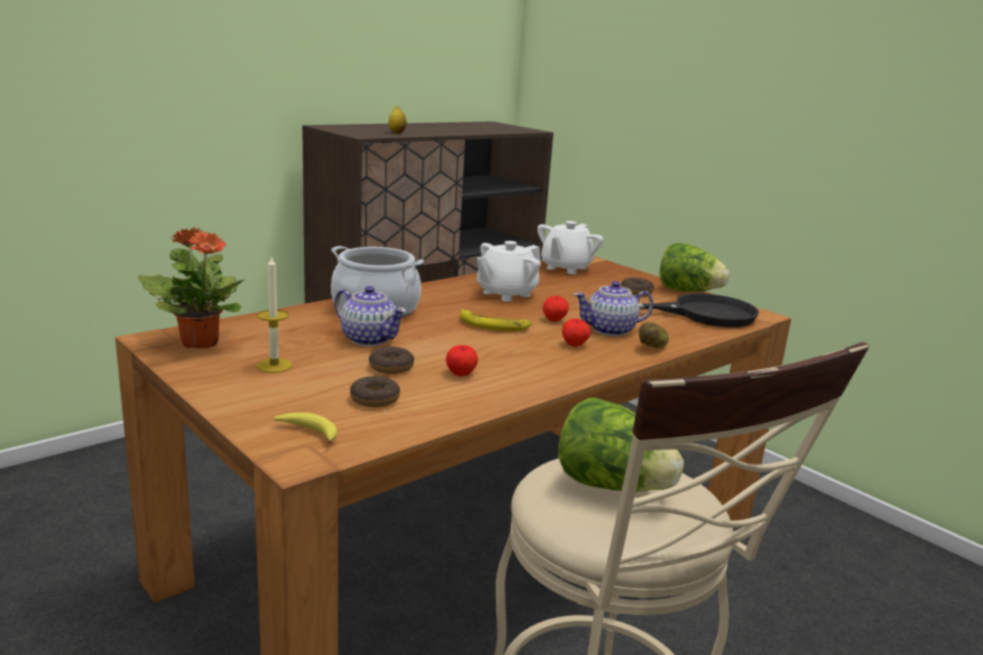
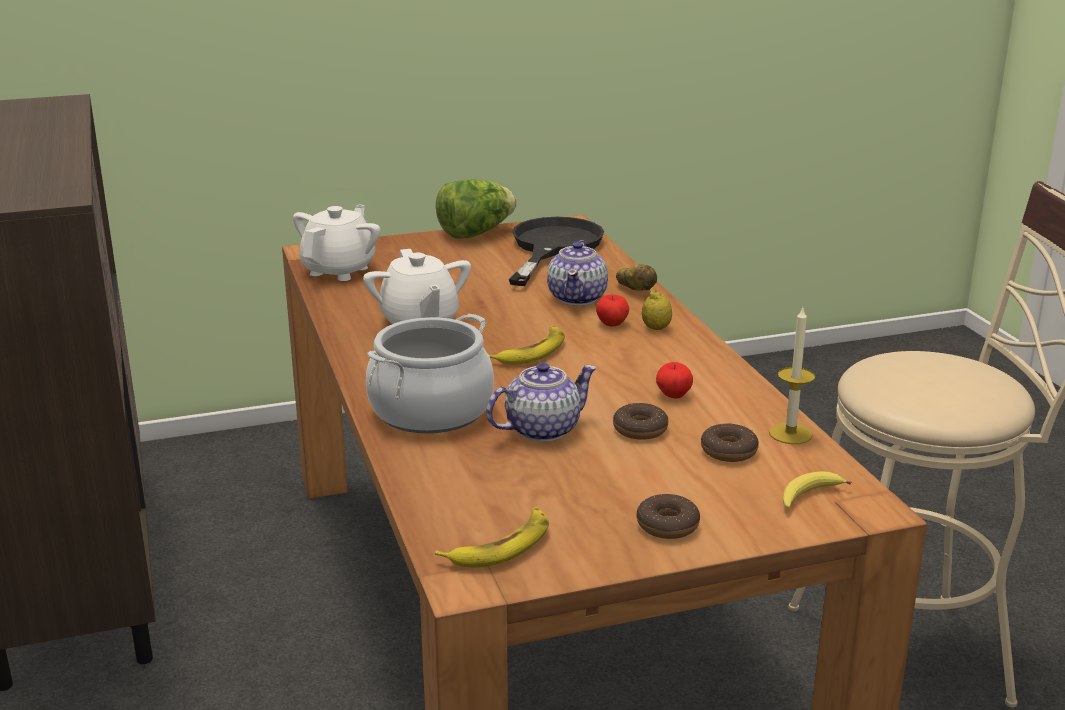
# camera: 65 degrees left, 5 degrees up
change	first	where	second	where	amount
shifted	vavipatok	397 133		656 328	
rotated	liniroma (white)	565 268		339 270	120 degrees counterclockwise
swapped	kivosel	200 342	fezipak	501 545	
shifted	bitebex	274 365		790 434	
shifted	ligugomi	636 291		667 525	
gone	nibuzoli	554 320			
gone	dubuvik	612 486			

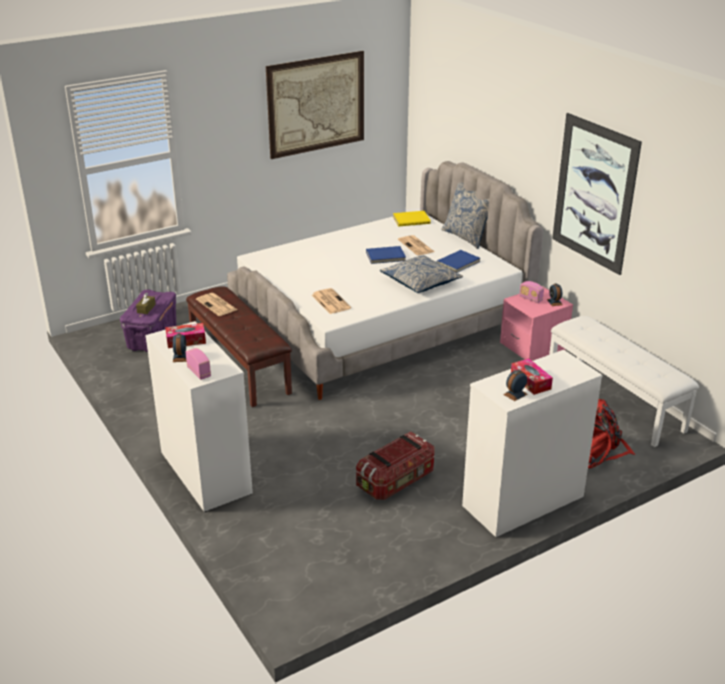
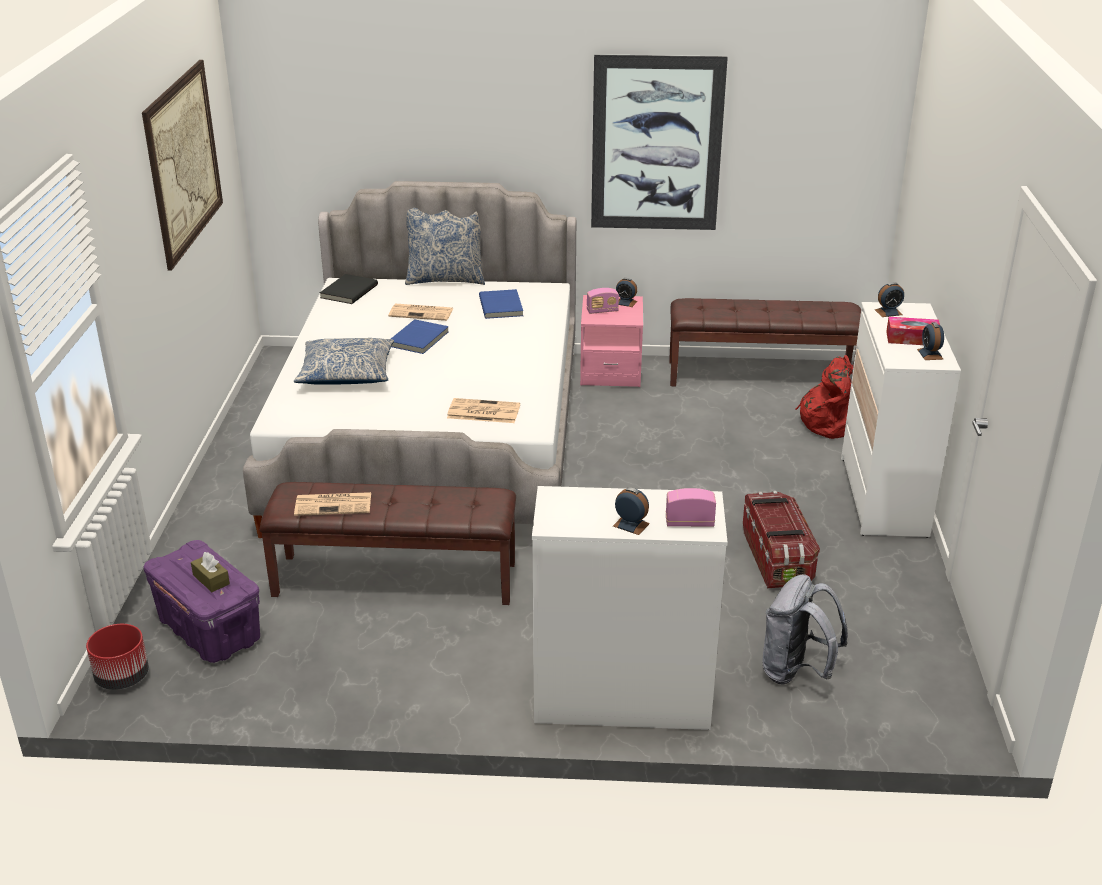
# camera: 55 degrees left, 0 degrees up
change	first	where	second	where	amount
repainted	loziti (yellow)	411 220	loziti (black)	348 291	
shifted	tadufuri	420 282		346 373	
repainted	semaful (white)	615 401	semaful (brown)	761 375	
gone	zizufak	186 341			
new			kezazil	888 312	
new			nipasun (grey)	796 672	
new			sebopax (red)	123 677	

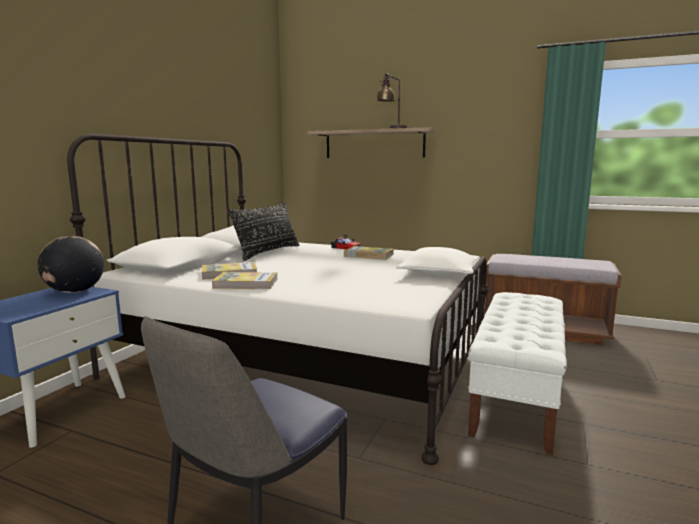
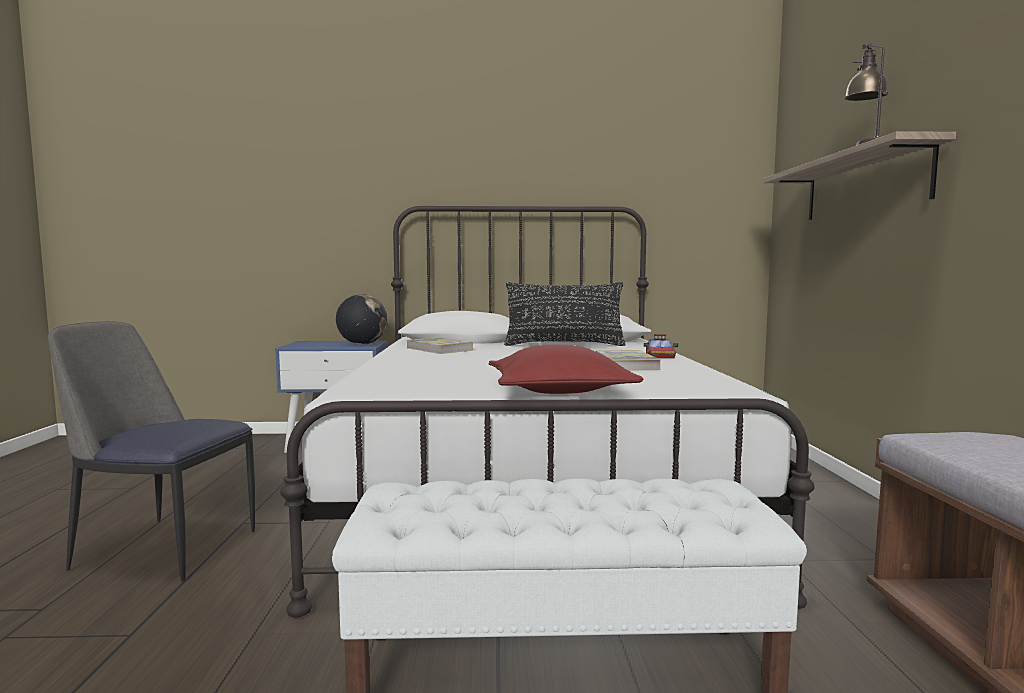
# camera: 65 degrees right, 5 degrees down
change	first	where	second	where	amount
repainted	tadufuri (white)	439 273	tadufuri (red)	559 391	
gone	loziti	246 284			

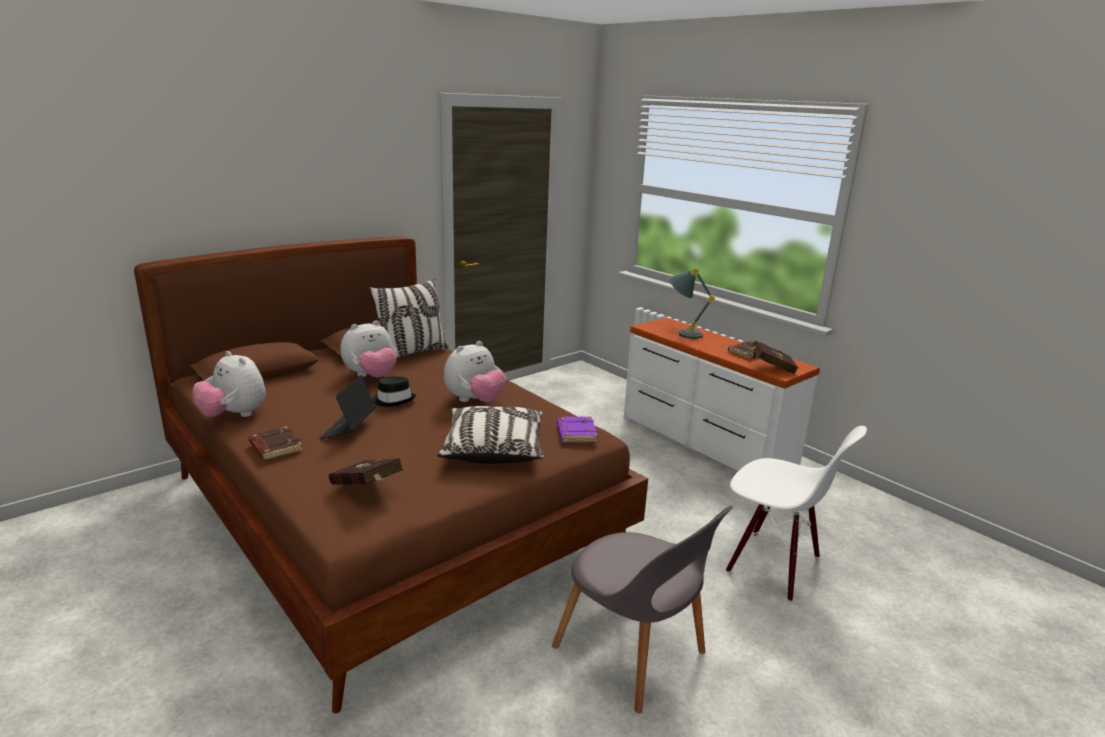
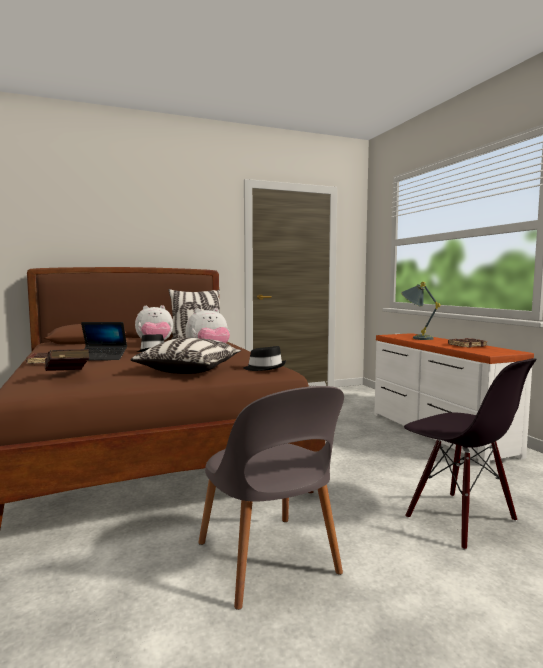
# camera: 20 degrees right, 15 degrees down
change	first	where	second	where	amount
gone	loziti (red)	770 368			
gone	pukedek	234 415			
rotated	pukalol	348 429		102 358	120 degrees counterclockwise
swapped	loziti (purple)	575 433	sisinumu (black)	265 368	
repainted	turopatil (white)	773 565	turopatil (black)	460 519	

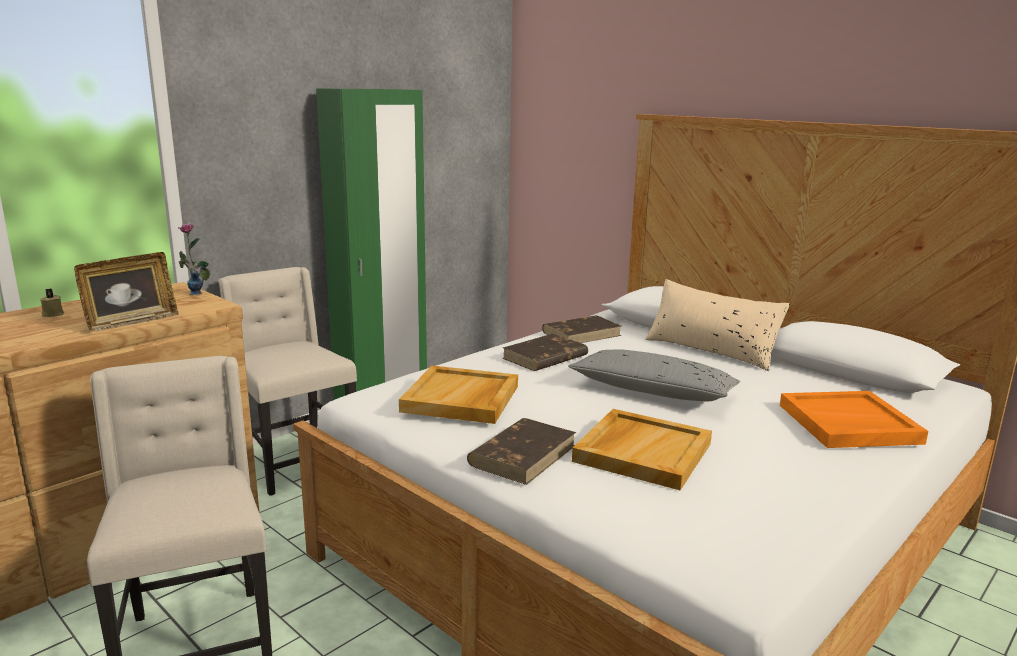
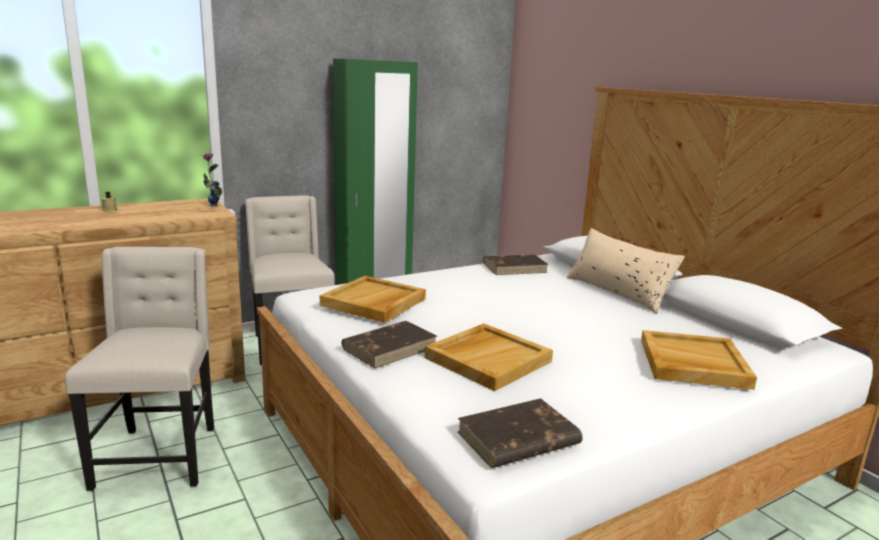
# camera: 15 degrees right, 0 degrees up
change	first	where	second	where	amount
gone	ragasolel	131 322			
shifted	loziti (brown)	544 357		517 439	
gone	tadufuri (grey)	653 392			
repainted	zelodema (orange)	848 424	zelodema (beige)	692 363	

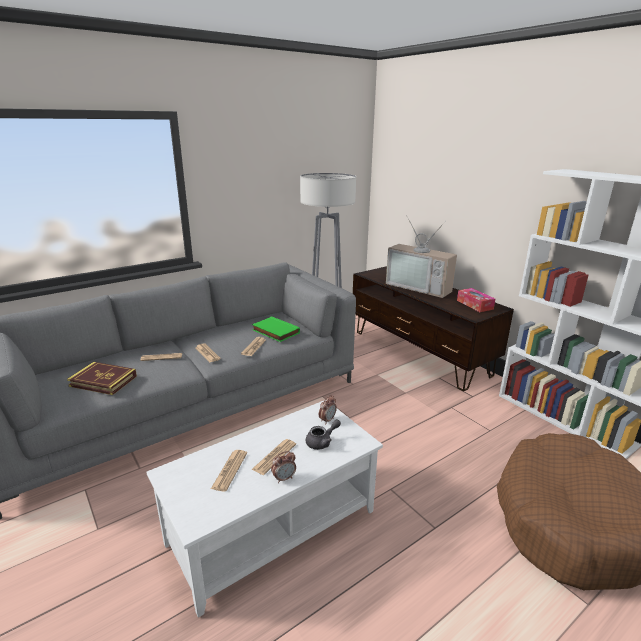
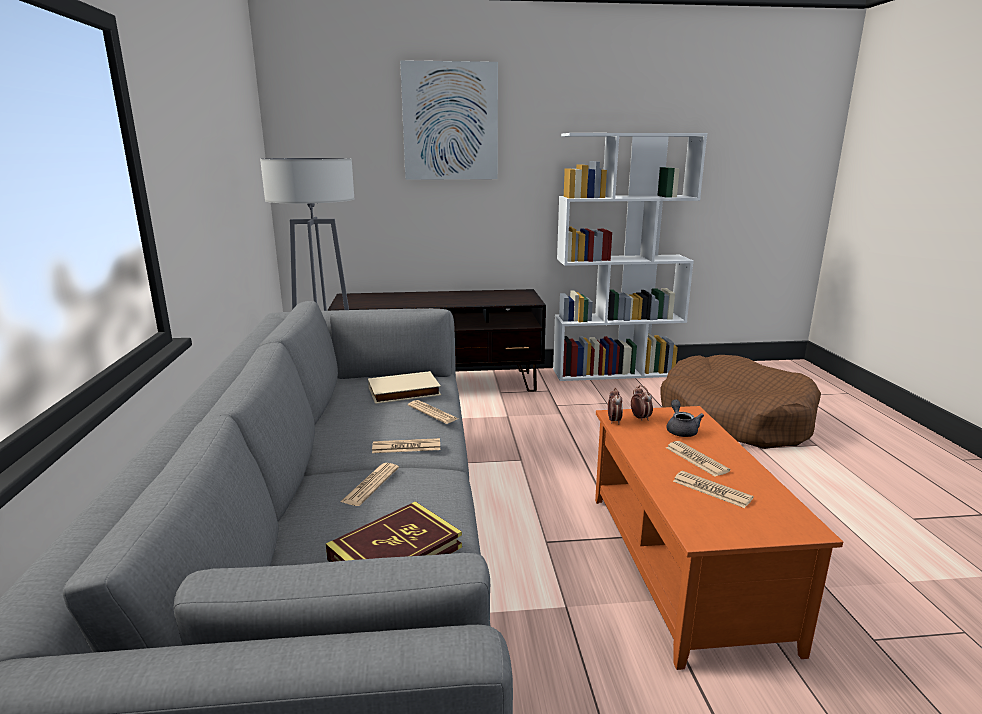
# camera: 60 degrees left, 5 degrees down
change	first	where	second	where	amount
gone	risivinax	420 287			
gone	zizufak	474 305			
repainted	loziti (green)	274 332	loziti (beige)	404 392	
repainted	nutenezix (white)	272 526	nutenezix (orange)	680 565	
shifted	kezazil	284 478		614 421	
new			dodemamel	450 122	

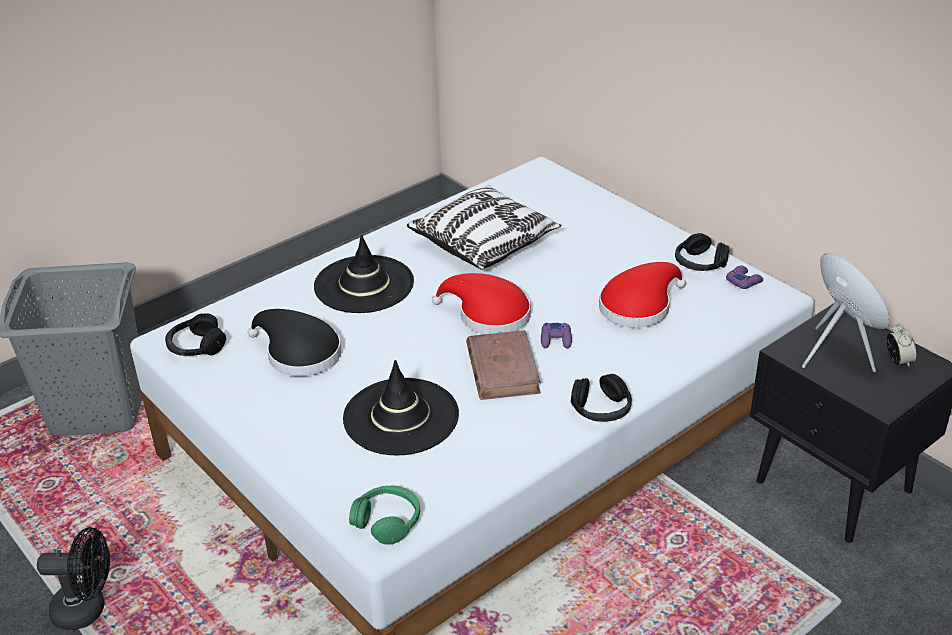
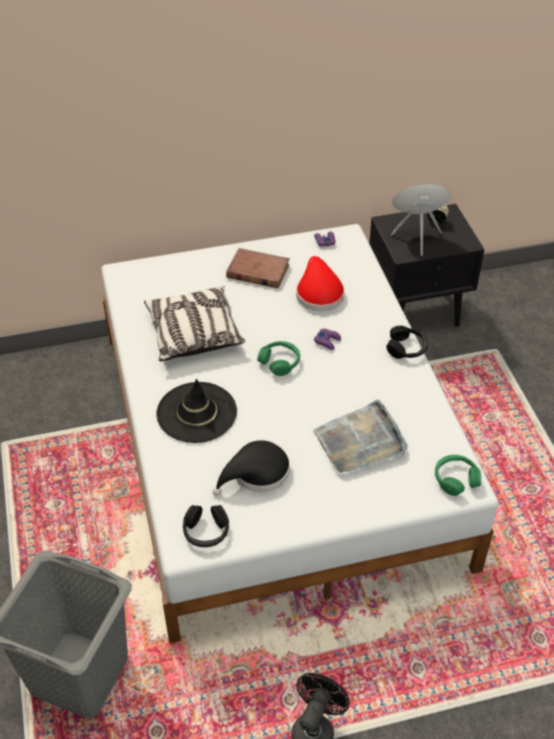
# camera: 65 degrees left, 10 degrees up
change	first	where	second	where	amount
gone	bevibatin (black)	700 263			
swapped	sisinumu (red)	488 315	bevibatin (green)	280 362	
shifted	loziti (brown)	502 369		257 271	
swapped	sisinumu (black)	401 417	zelodema (grey)	360 441	

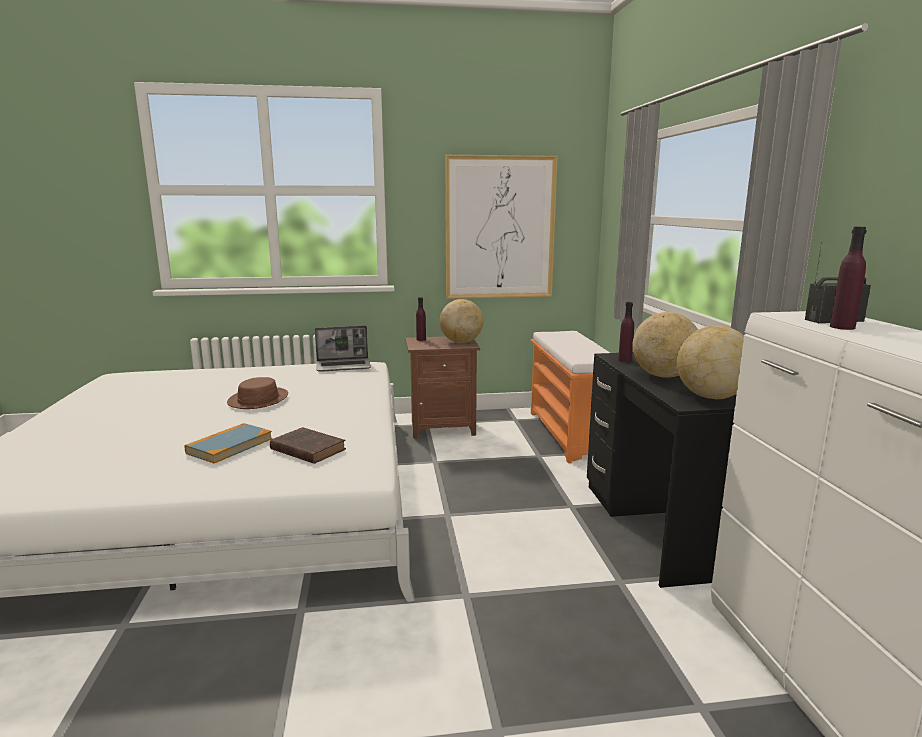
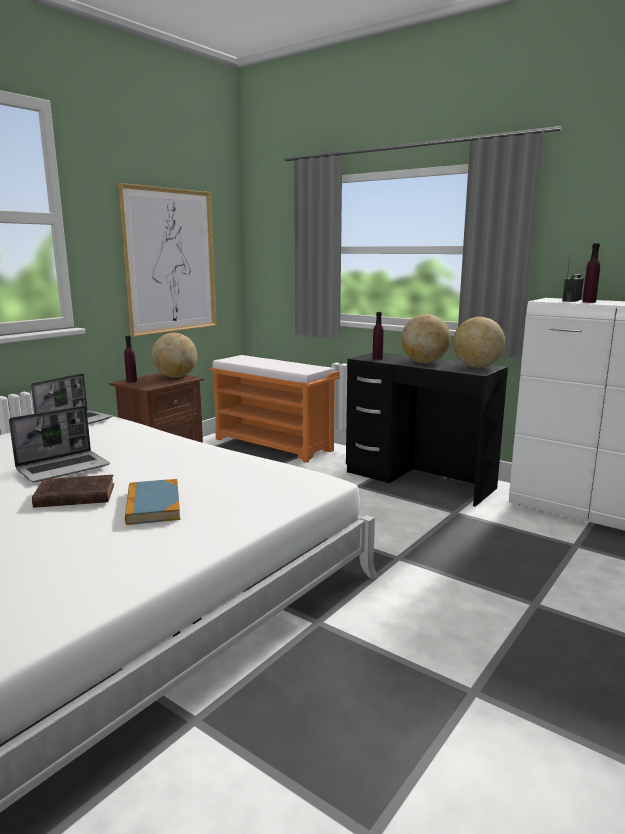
# camera: 45 degrees left, 0 degrees up
change	first	where	second	where	amount
swapped	sisinumu (brown)	258 399	pukalol	64 468	
shifted	loziti (brown)	306 449		73 496	

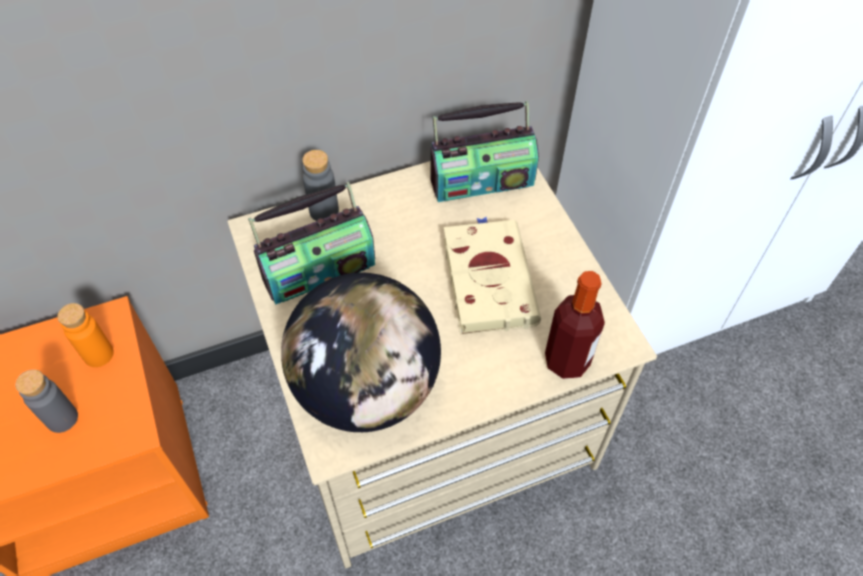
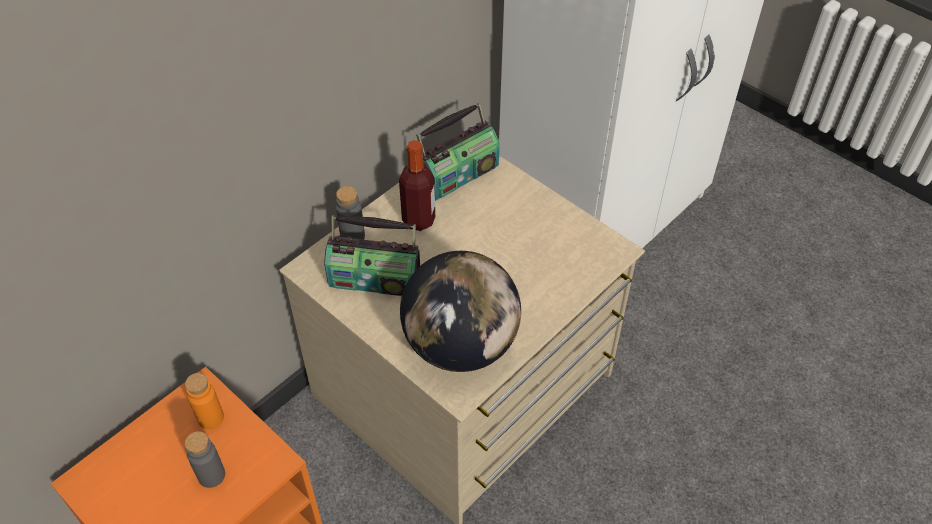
# camera: 25 degrees left, 5 degrees down
change	first	where	second	where	amount
rotated	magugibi	318 270		375 279	60 degrees clockwise
gone	loziti (beige)	487 278			
shifted	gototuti	567 361		418 220	

